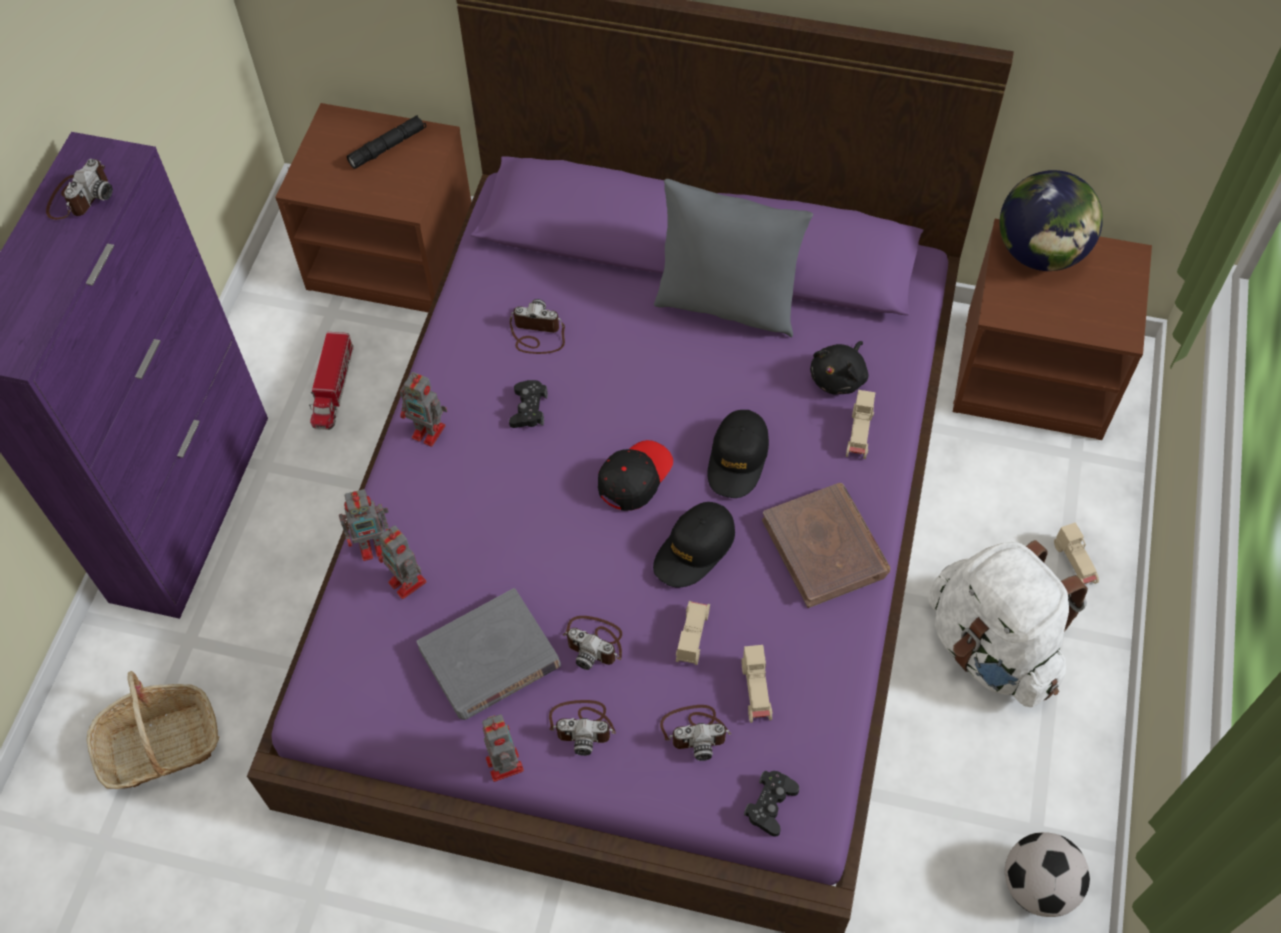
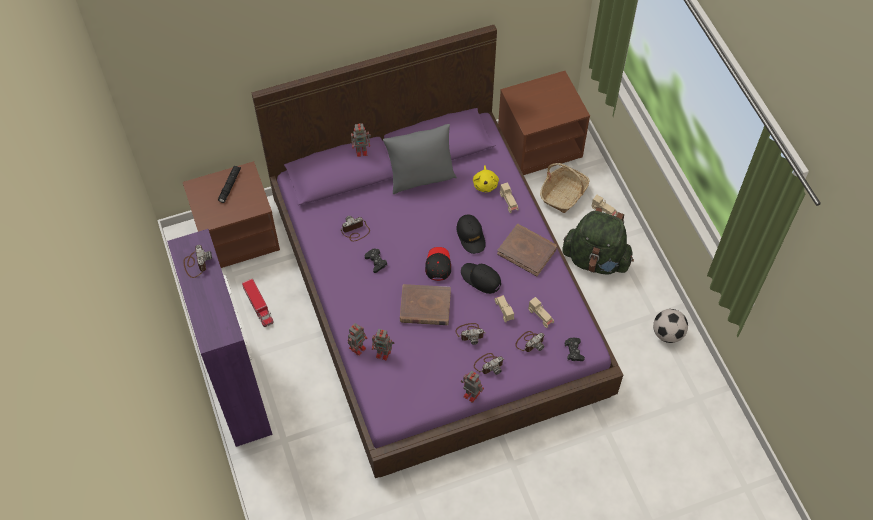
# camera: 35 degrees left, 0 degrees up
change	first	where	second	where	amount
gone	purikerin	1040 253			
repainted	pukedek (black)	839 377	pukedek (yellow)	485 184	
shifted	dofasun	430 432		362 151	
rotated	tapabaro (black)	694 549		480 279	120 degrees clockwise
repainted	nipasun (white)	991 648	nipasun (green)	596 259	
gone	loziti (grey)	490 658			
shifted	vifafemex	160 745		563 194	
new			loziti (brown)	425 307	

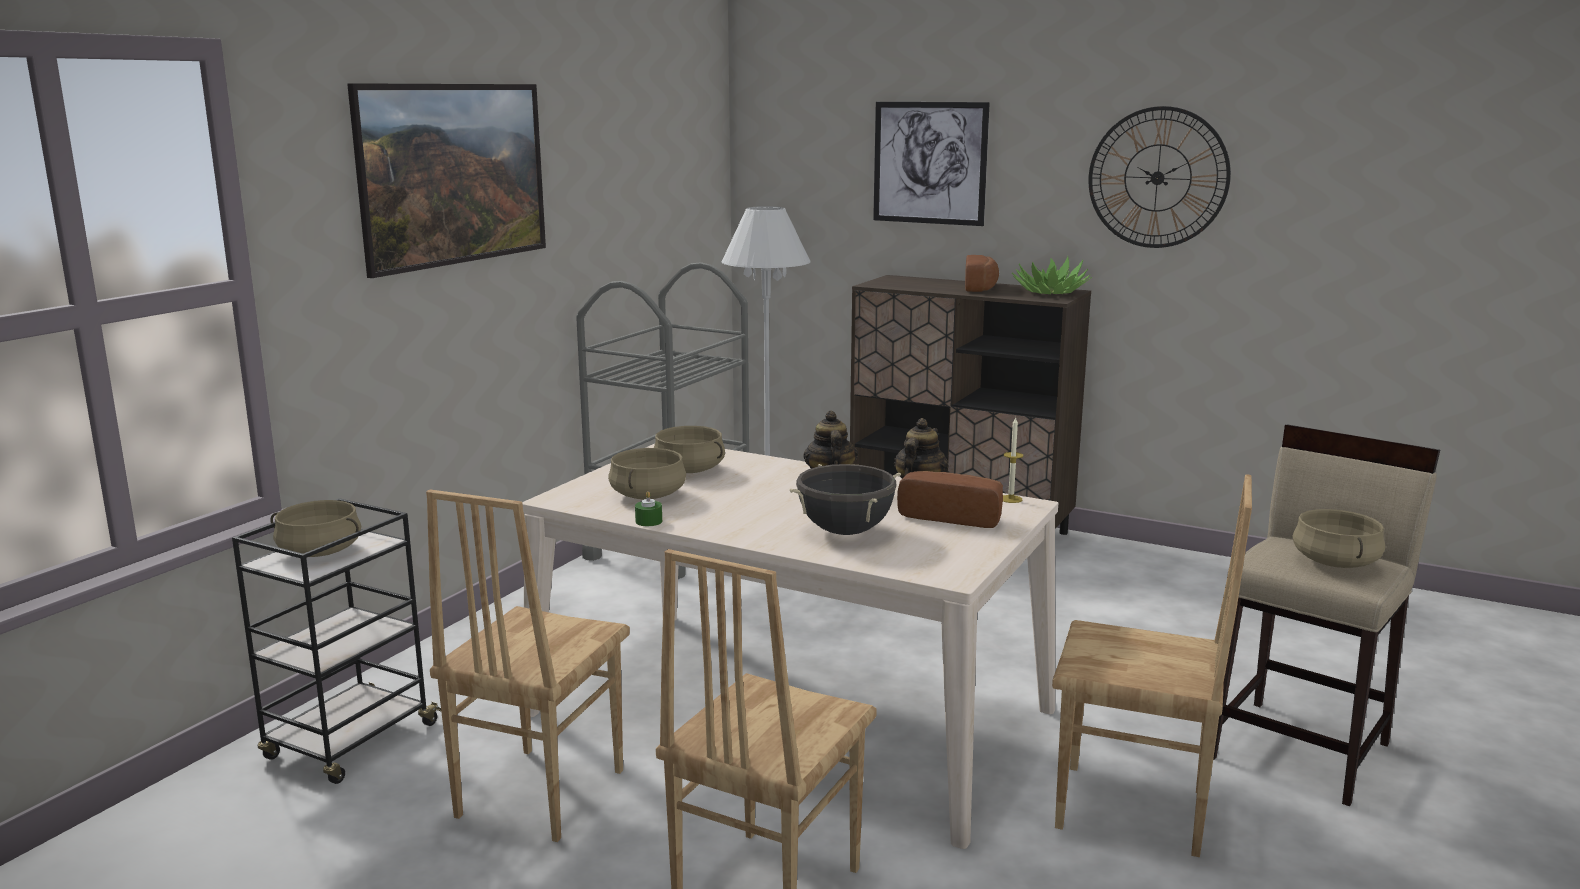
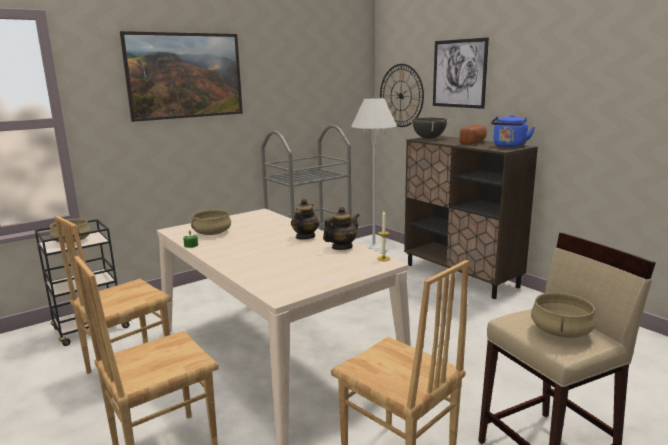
# camera: 25 degrees right, 0 degrees up
change	first	where	second	where	amount
shifted	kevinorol	1157 178		401 95	
swapped	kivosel	1050 292	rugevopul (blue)	509 146	
gone	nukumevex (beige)	690 470			
shifted	nukumevex (black)	845 532		429 138	
gone	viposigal	952 516			

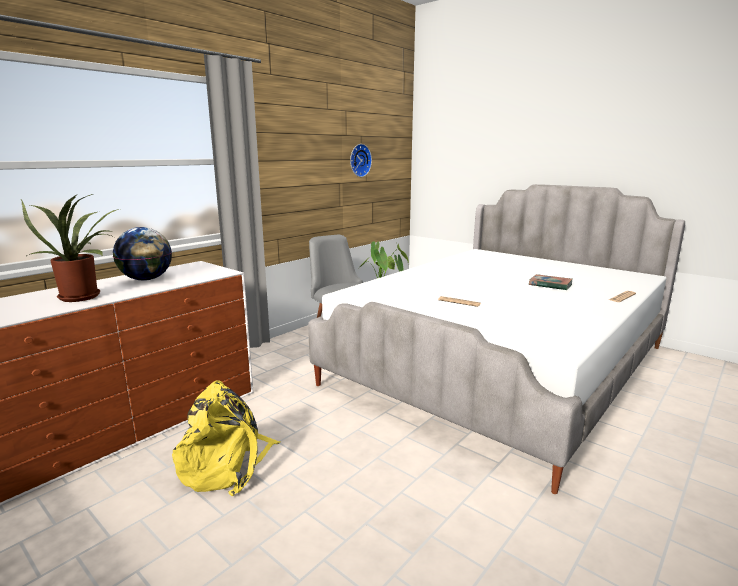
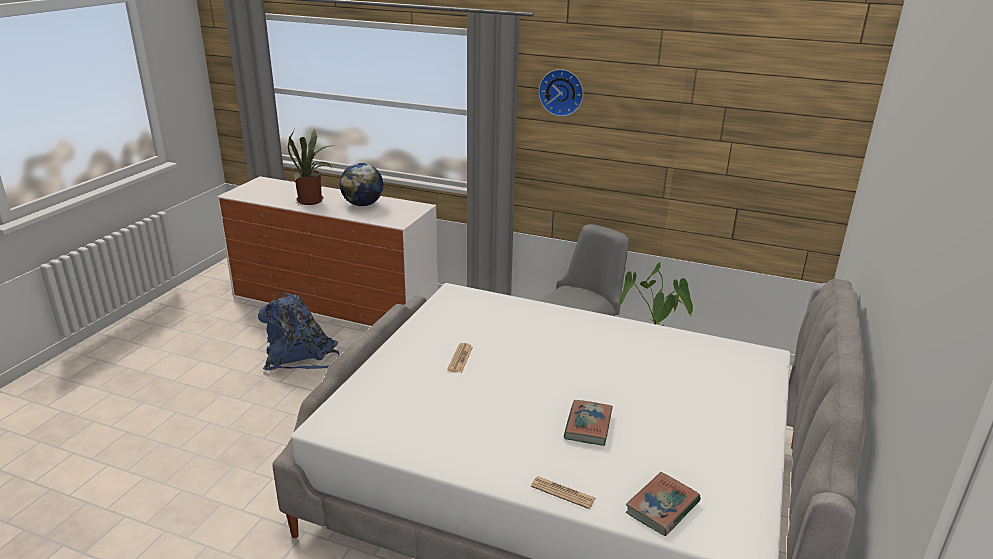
# camera: 70 degrees right, 10 degrees up
change	first	where	second	where	amount
shifted	kevinorol	359 160		561 92	
repainted	nipasun (yellow)	227 465	nipasun (blue)	300 357	
new			loziti	662 507	

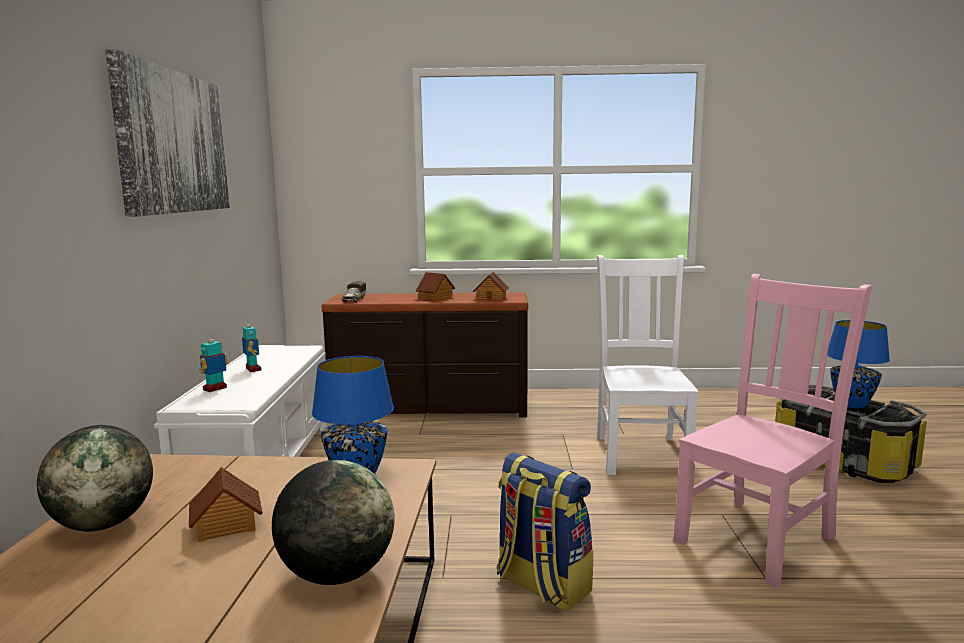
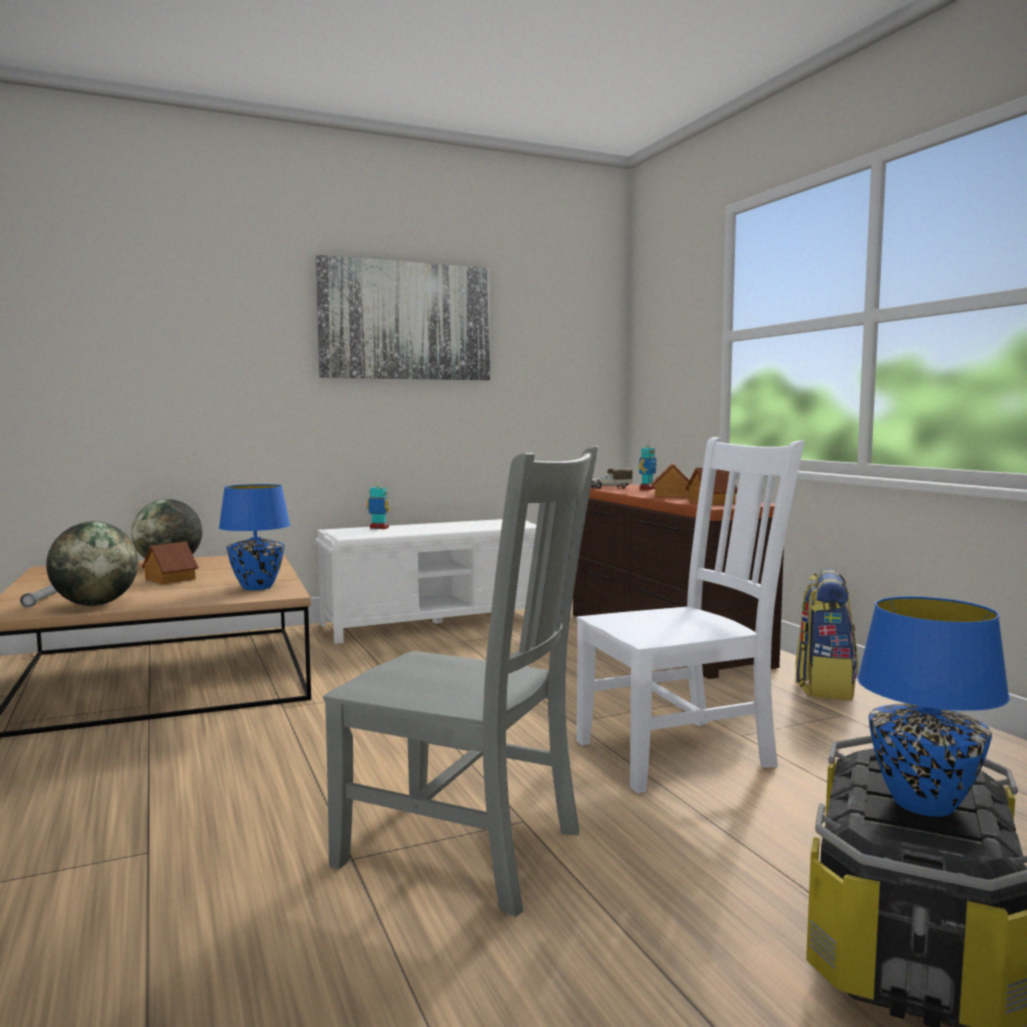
# camera: 65 degrees right, 5 degrees down
change	first	where	second	where	amount
repainted	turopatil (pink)	758 537	turopatil (grey)	467 850	
shifted	dofasun	253 369		647 489	
shifted	nipasun	541 585		824 686	
new			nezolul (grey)	41 601	

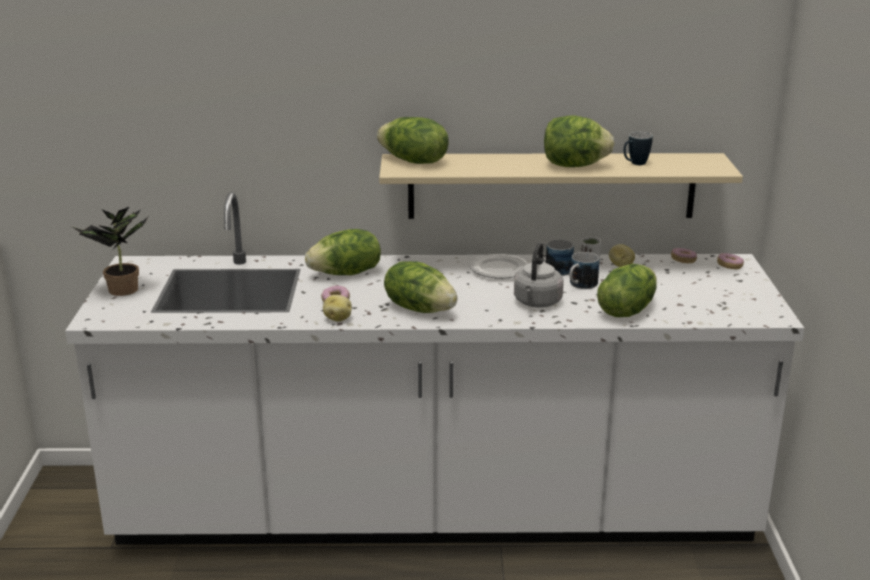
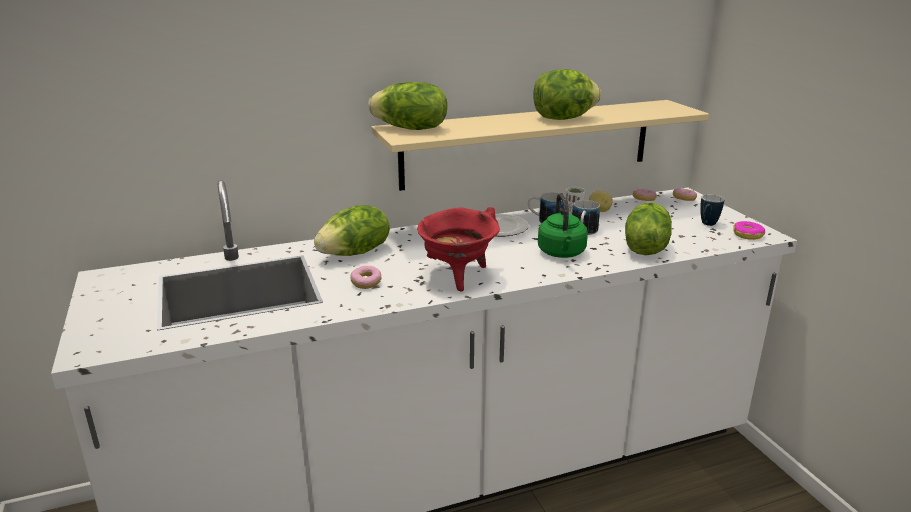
# camera: 20 degrees left, 0 degrees up
change	first	where	second	where	amount
shifted	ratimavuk	635 164		707 225	
gone	kivosel	120 291			
repainted	rugevopul (grey)	537 303	rugevopul (green)	562 253	
swapped	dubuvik	420 308	nukumevex (red)	458 276	
gone	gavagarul	337 319			
new			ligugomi	748 235	

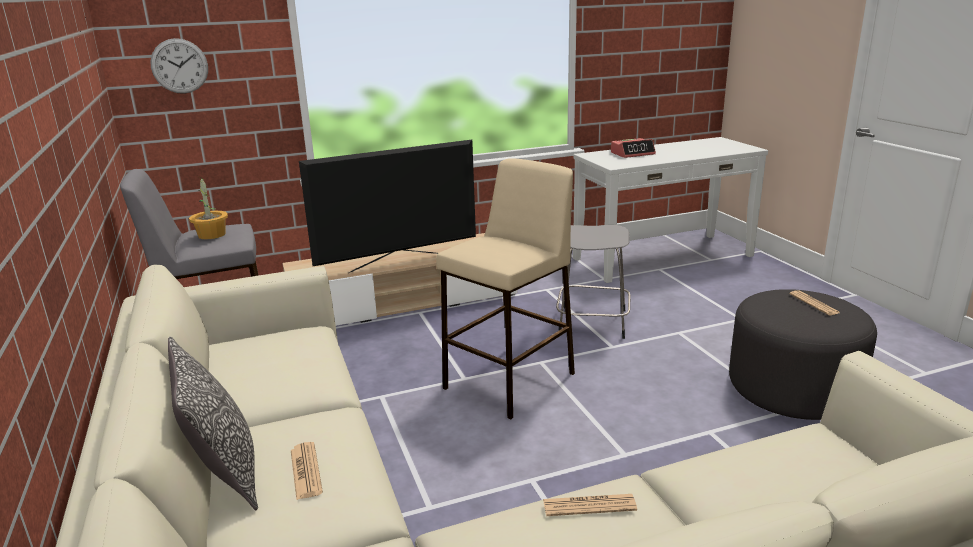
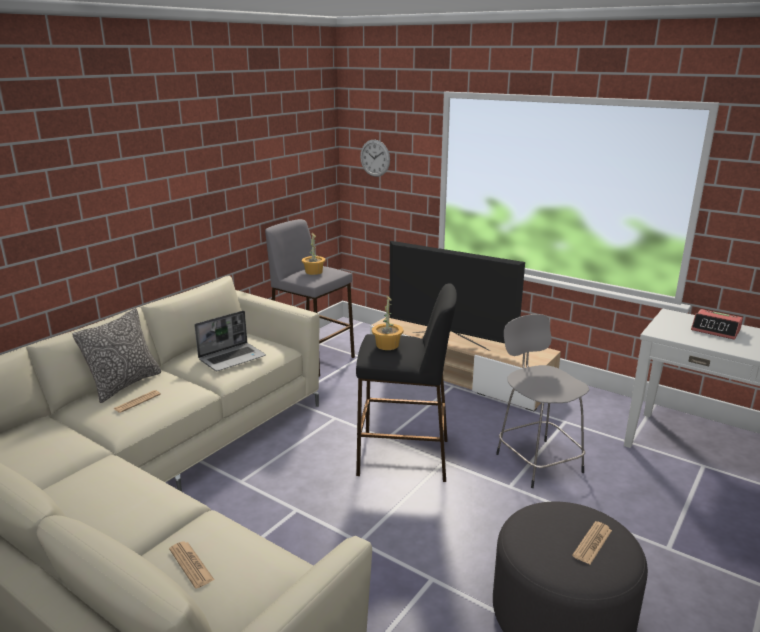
# camera: 55 degrees right, 0 degrees up
change	first	where	second	where	amount
repainted	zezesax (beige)	510 380	zezesax (black)	404 457	
shifted	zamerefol	589 505		191 565	
new			kivosel	387 345	
new			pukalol	232 358	

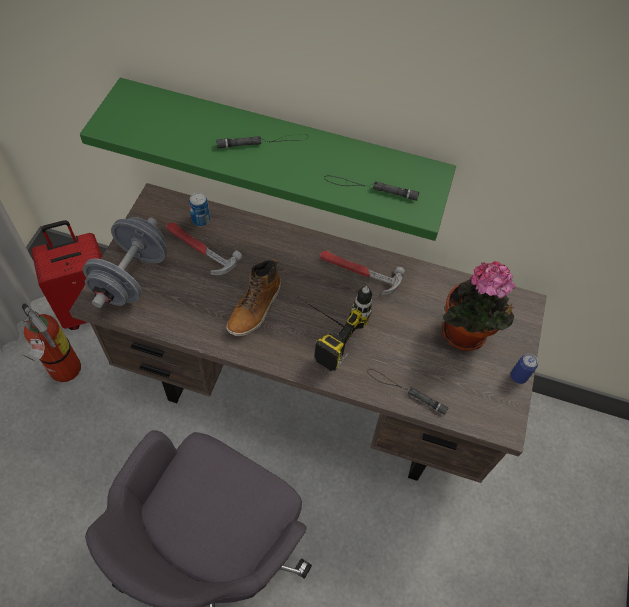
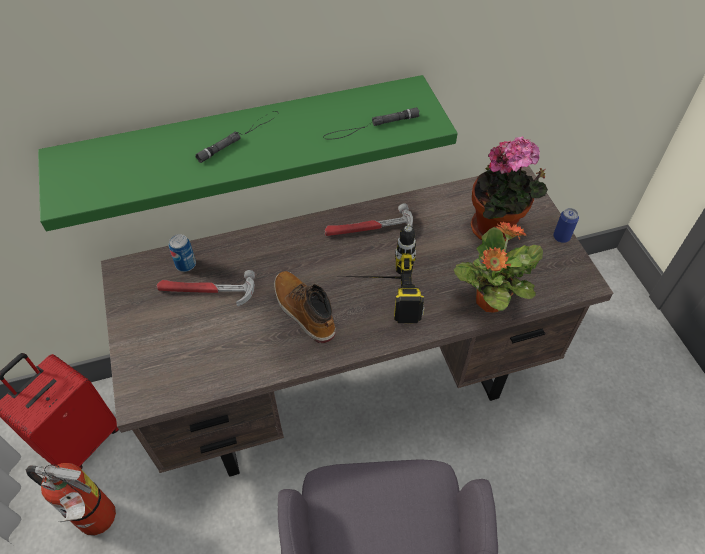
# camera: 30 degrees left, 5 degrees down
change	first	where	second	where	amount
gone	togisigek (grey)	131 277			
rotated	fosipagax	255 307		303 311	150 degrees clockwise
swapped	nezolul (black)	406 391	kivosel	489 302	

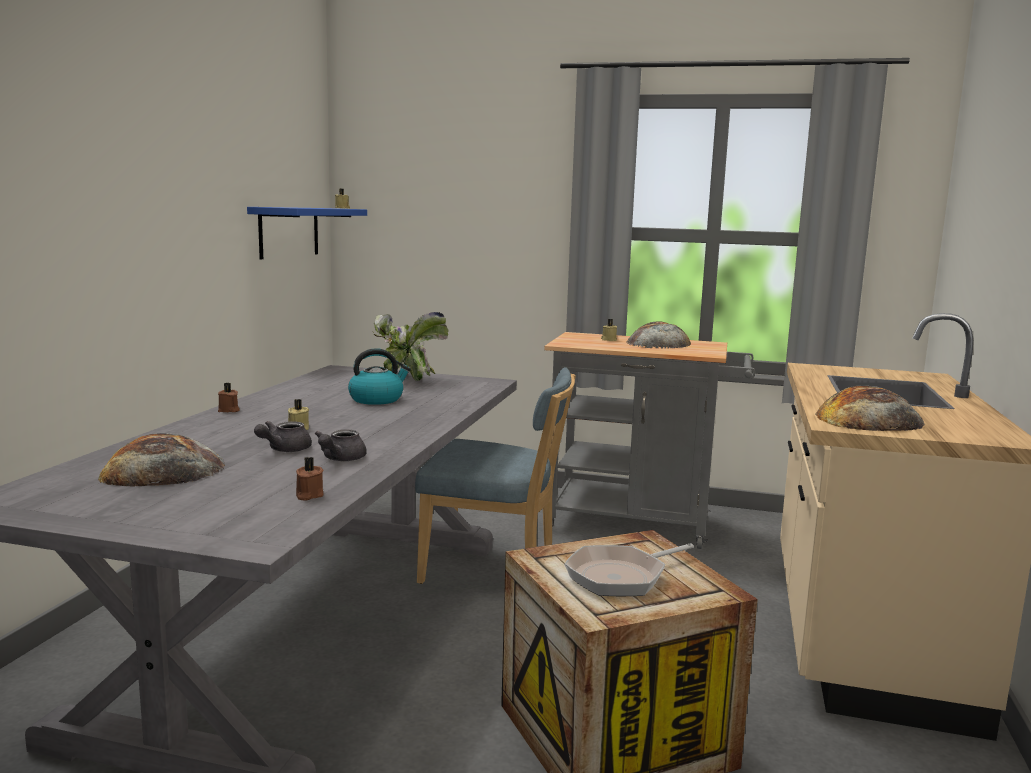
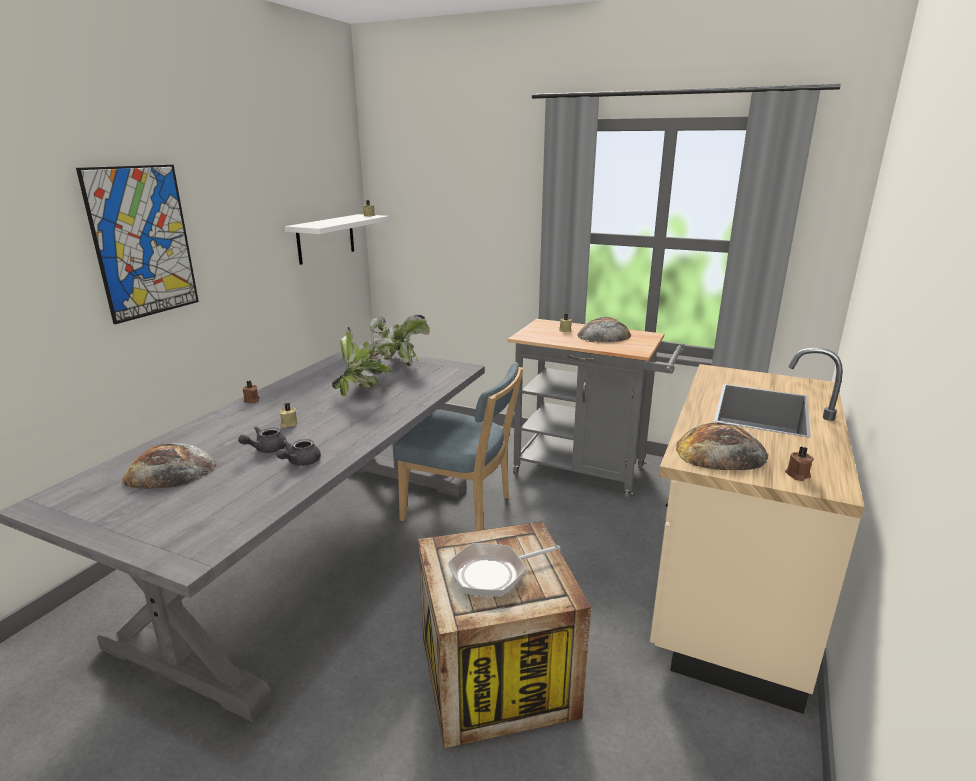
# camera: 10 degrees right, 10 degrees up
change	first	where	second	where	amount
repainted	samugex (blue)	289 232	samugex (white)	326 238	
swapped	rugevopul	377 399	kivosel	365 389	
shifted	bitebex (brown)	308 495		797 475	
new			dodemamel	143 242	

